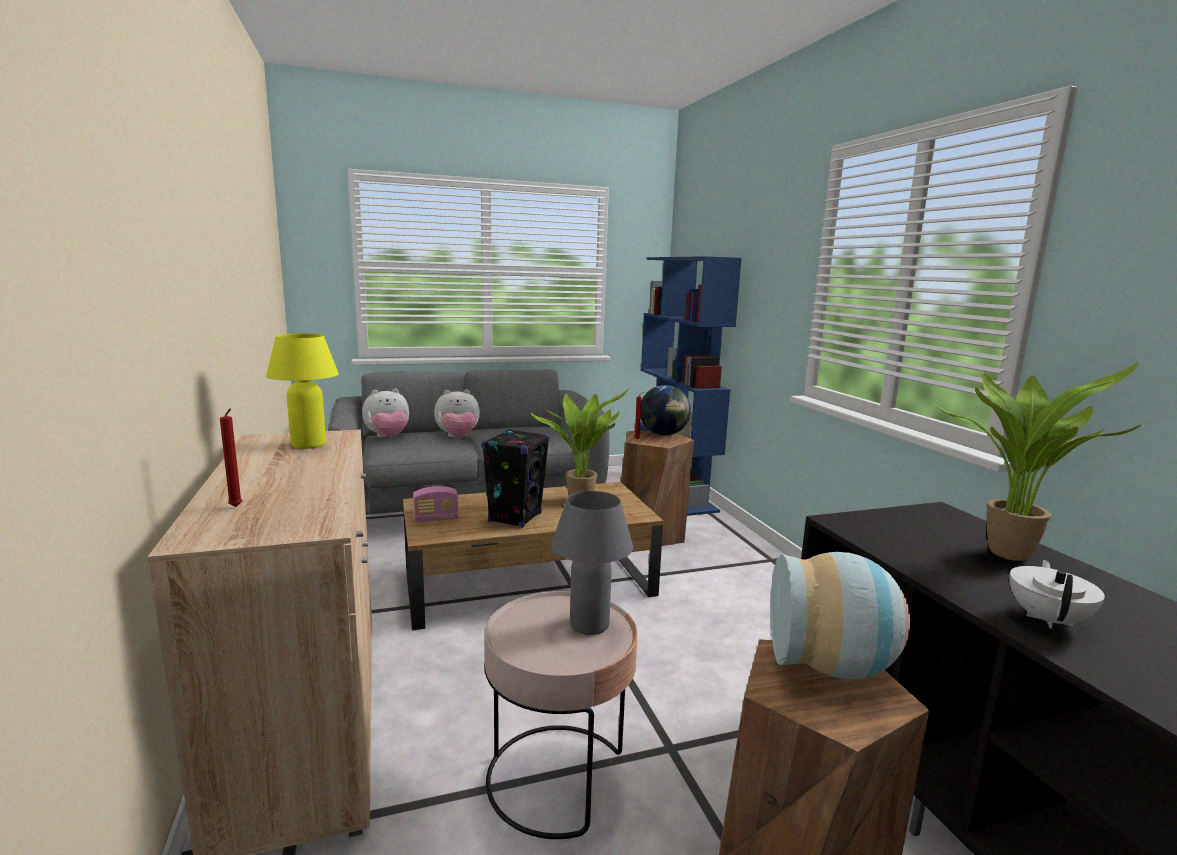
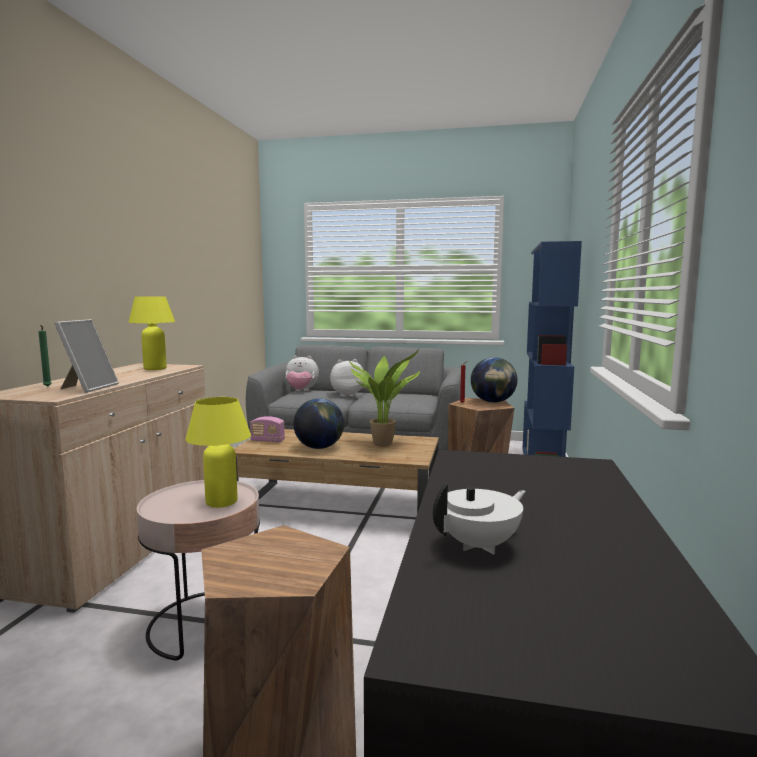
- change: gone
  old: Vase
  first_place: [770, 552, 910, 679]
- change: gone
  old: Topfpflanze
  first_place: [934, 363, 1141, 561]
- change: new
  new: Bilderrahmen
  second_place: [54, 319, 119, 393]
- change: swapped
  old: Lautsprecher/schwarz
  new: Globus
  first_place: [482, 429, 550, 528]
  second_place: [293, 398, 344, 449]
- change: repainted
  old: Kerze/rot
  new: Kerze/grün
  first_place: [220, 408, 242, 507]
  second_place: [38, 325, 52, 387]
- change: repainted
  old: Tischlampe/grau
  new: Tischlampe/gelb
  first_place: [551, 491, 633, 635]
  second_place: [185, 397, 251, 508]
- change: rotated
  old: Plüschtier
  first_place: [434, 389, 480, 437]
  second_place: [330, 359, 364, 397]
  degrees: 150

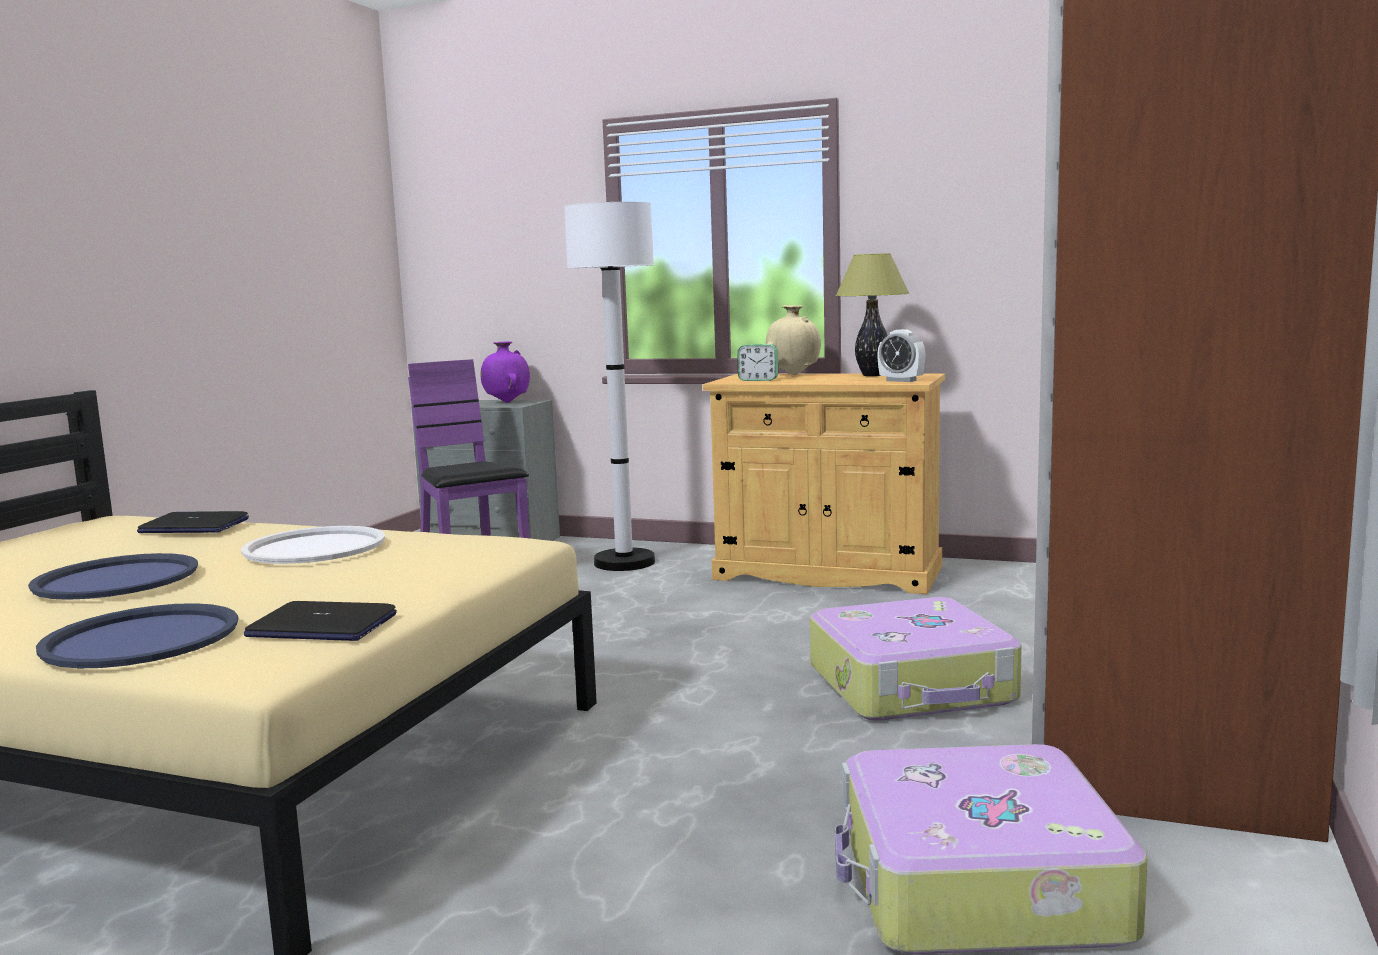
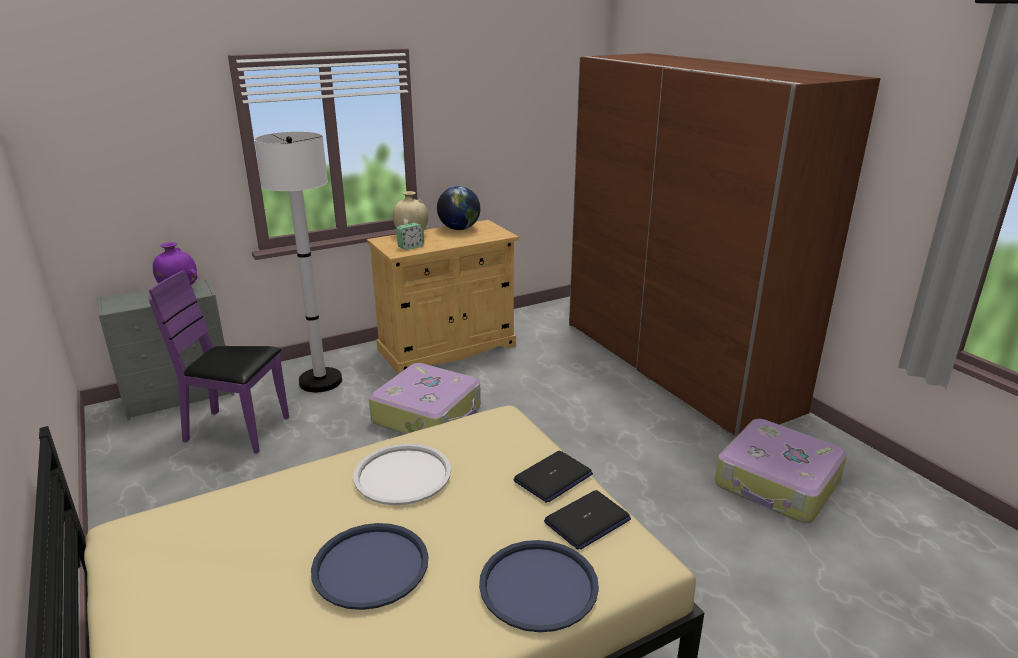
- change: gone
  old: Wecker
  first_place: [877, 329, 925, 382]
- change: shifted
  old: Laptop
  first_place: [137, 511, 249, 533]
  second_place: [513, 451, 593, 503]
- change: shifted
  old: Koffer
  first_place: [810, 597, 1022, 721]
  second_place: [369, 363, 481, 434]
- change: swapped
  old: Tischlampe
  new: Globus
  first_place: [836, 253, 910, 376]
  second_place: [437, 186, 480, 230]

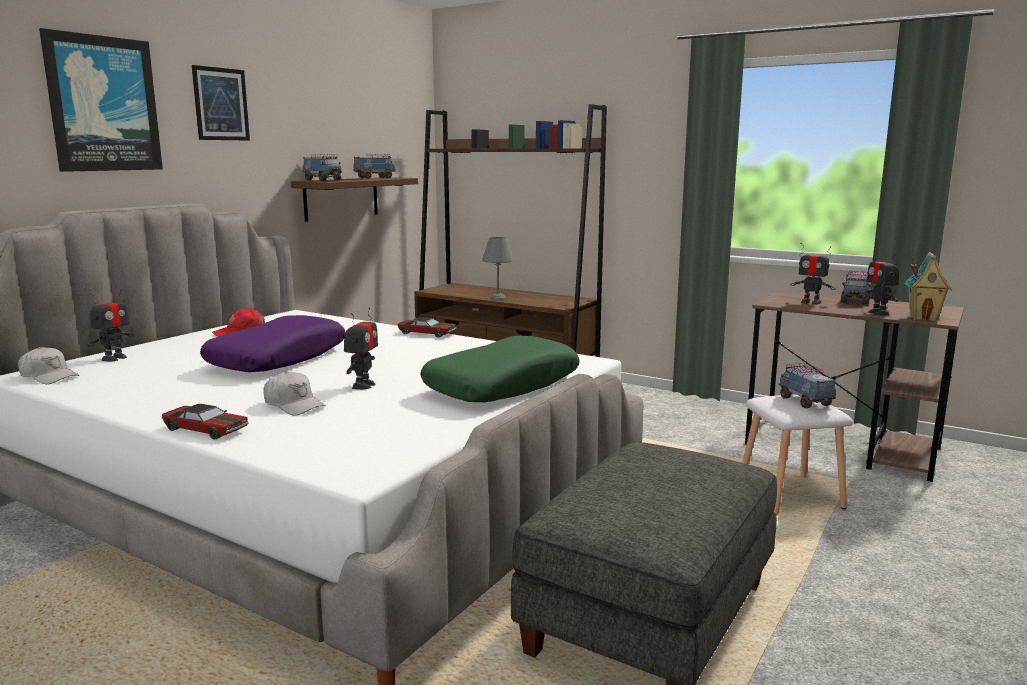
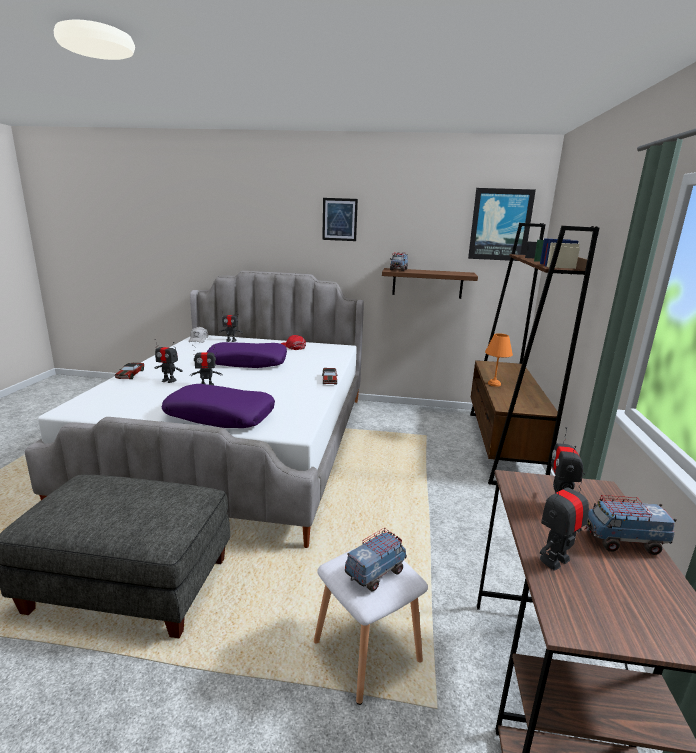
- change: gone
  old: Spielzeuglaster
  first_place: [353, 154, 396, 179]
- change: gone
  old: Spielzeughaus
  first_place: [904, 252, 952, 321]
- change: shifted
  old: Bild
  first_place: [39, 28, 163, 172]
  second_place: [468, 188, 536, 261]
- change: swapped
  old: Kappe/weiß
  new: Spielzeugroboter
  first_place: [263, 371, 326, 416]
  second_place: [155, 339, 183, 383]
- change: repainted
  old: Kissen/grün
  new: Kissen/lila
  first_place: [420, 336, 579, 402]
  second_place: [162, 384, 275, 428]
- change: repainted
  old: Tischlampe/grau
  new: Tischlampe/orange
  first_place: [482, 237, 514, 301]
  second_place: [485, 333, 513, 387]

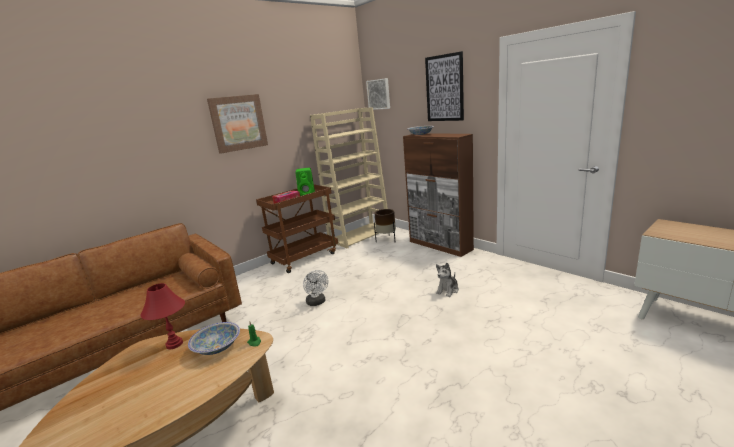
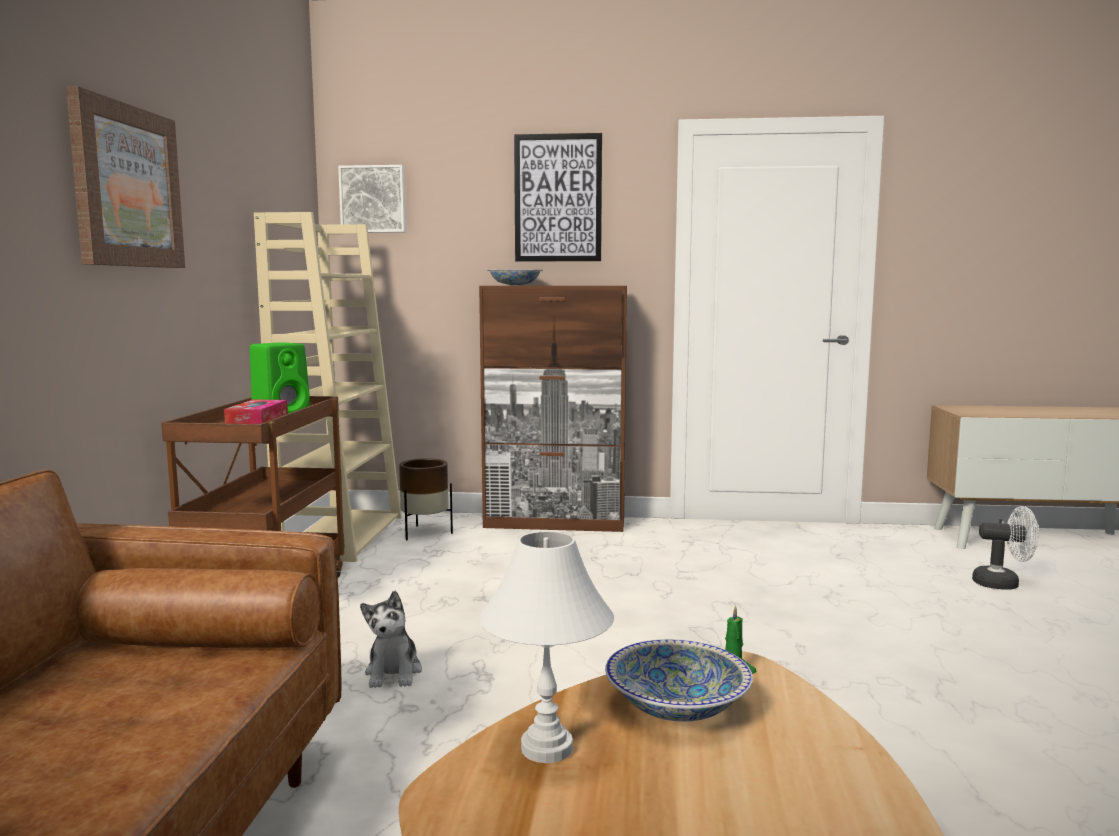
- change: shifted
  old: Ventilator/weiß
  first_place: [303, 270, 328, 306]
  second_place: [972, 506, 1039, 590]
- change: shifted
  old: Plüschtier
  first_place: [436, 263, 459, 297]
  second_place: [360, 591, 422, 688]
- change: repainted
  old: Tischlampe/rot
  new: Tischlampe/weiß
  first_place: [140, 283, 185, 349]
  second_place: [479, 532, 614, 763]

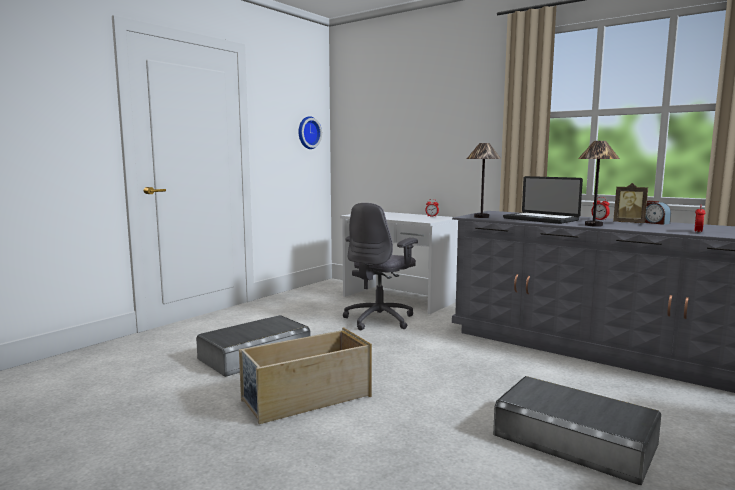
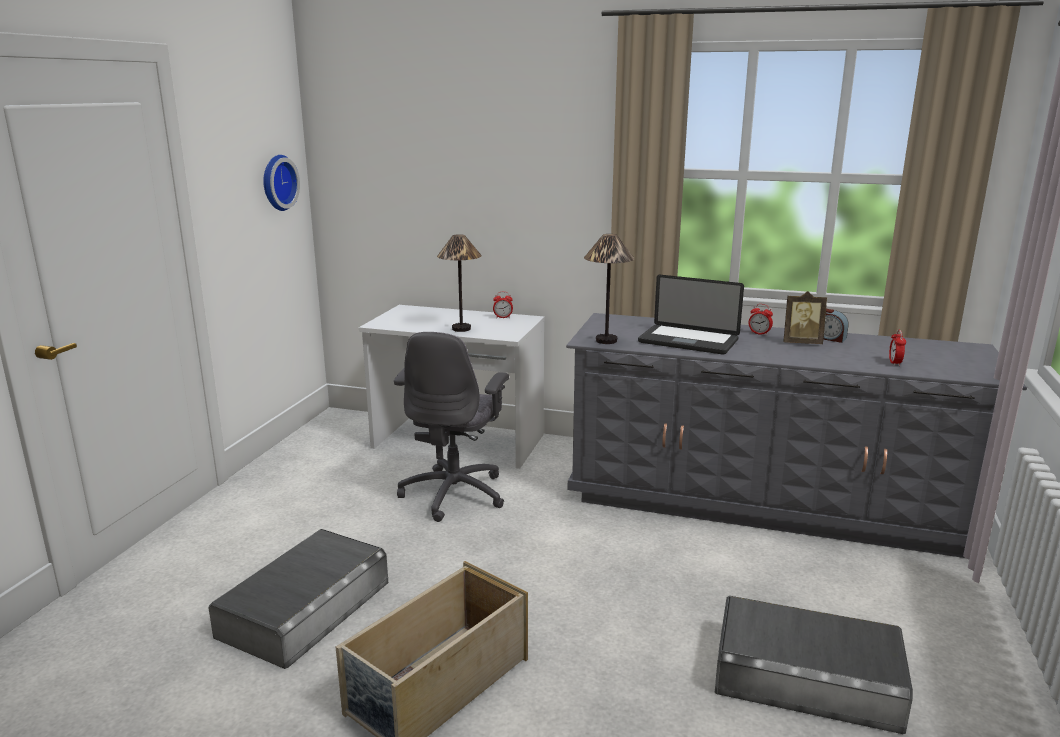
- change: shifted
  old: Tischlampe
  first_place: [578, 141, 620, 227]
  second_place: [437, 234, 482, 332]

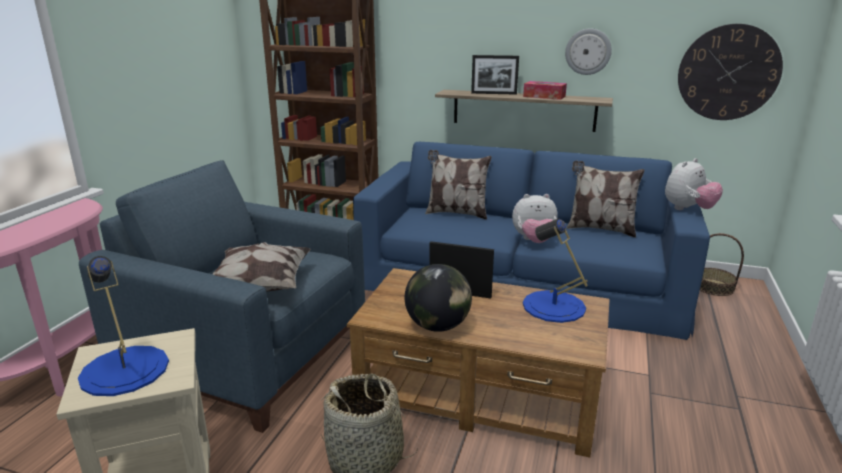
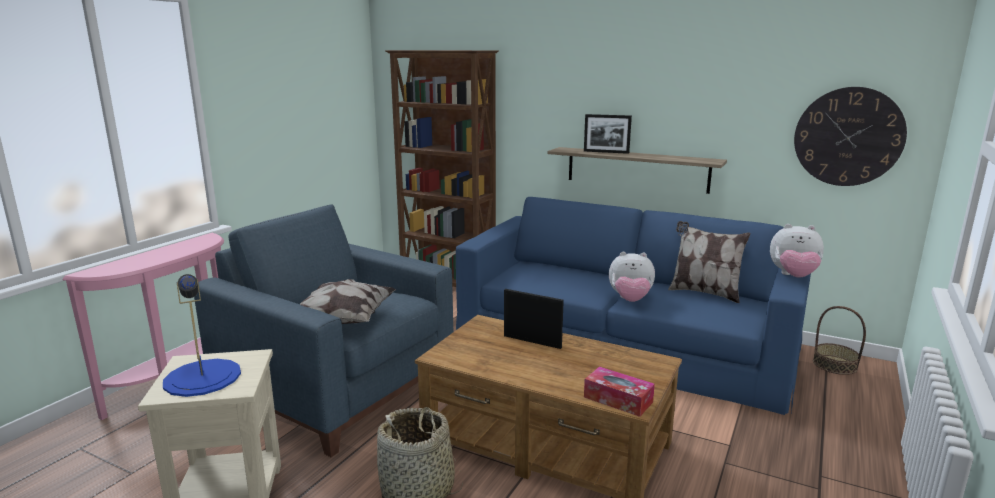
- change: gone
  old: Globus
  first_place: [405, 264, 472, 332]
- change: gone
  old: Kissen
  first_place: [425, 150, 492, 220]
- change: gone
  old: Tischlampe/blau
  first_place: [523, 218, 588, 323]
- change: gone
  old: Wanduhr
  first_place: [565, 28, 612, 75]
- change: shifted
  old: Taschentuchbox
  first_place: [523, 81, 567, 100]
  second_place: [584, 367, 655, 417]
- change: rotated
  old: Plüschtier
  first_place: [665, 158, 723, 210]
  second_place: [770, 224, 824, 278]
  degrees: 45

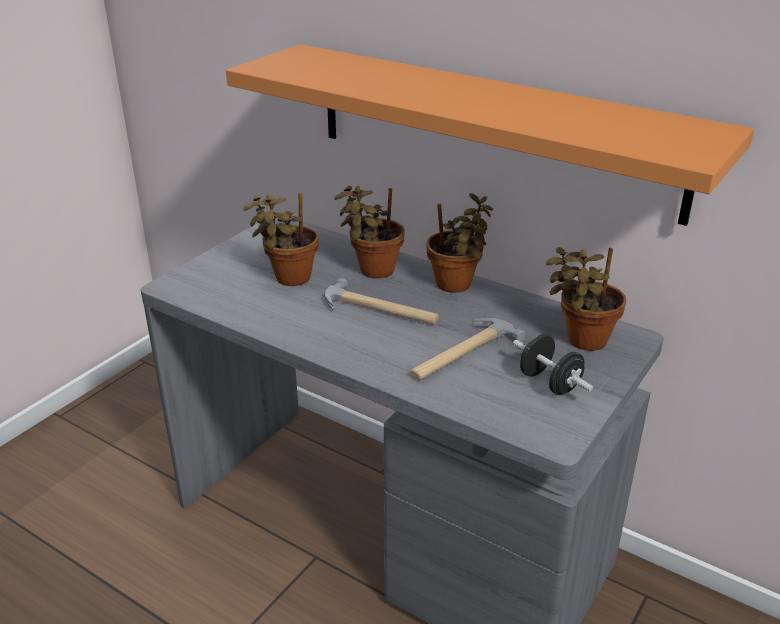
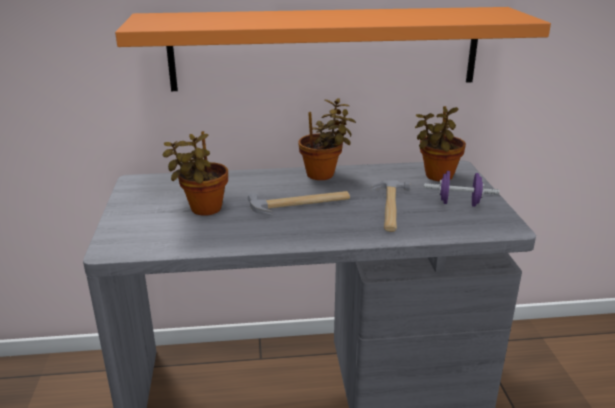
- change: gone
  old: Topfpflanze
  first_place: [335, 186, 405, 279]
- change: repainted
  old: Hantel/schwarz
  new: Hantel/lila
  first_place: [513, 334, 593, 395]
  second_place: [424, 171, 499, 207]

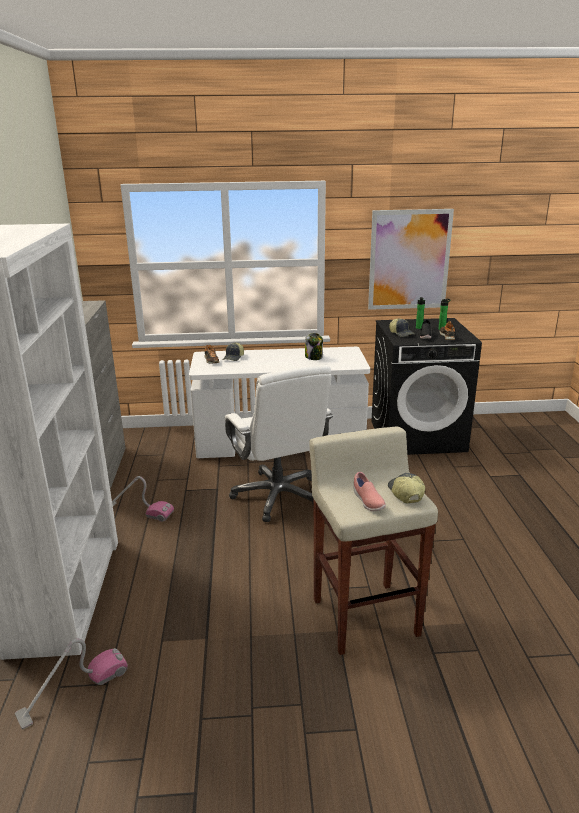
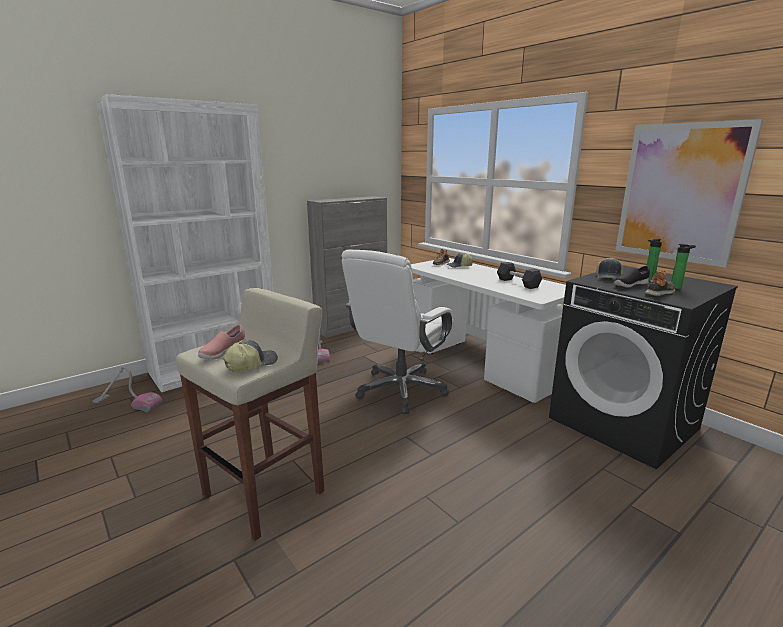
- change: swapped
  old: Vorratsglas
  new: Hantel/schwarz
  first_place: [305, 333, 323, 360]
  second_place: [497, 262, 542, 289]

